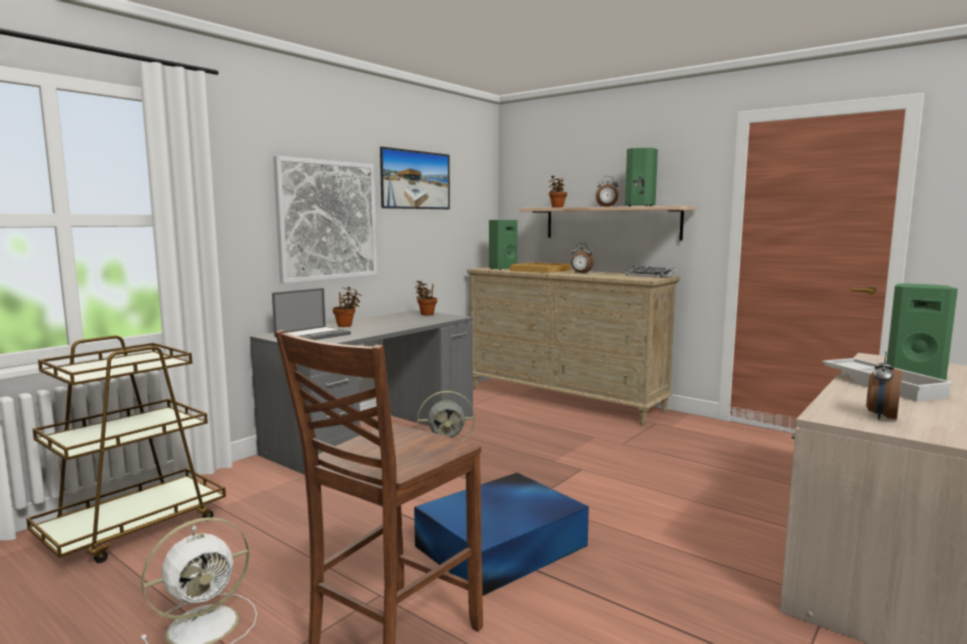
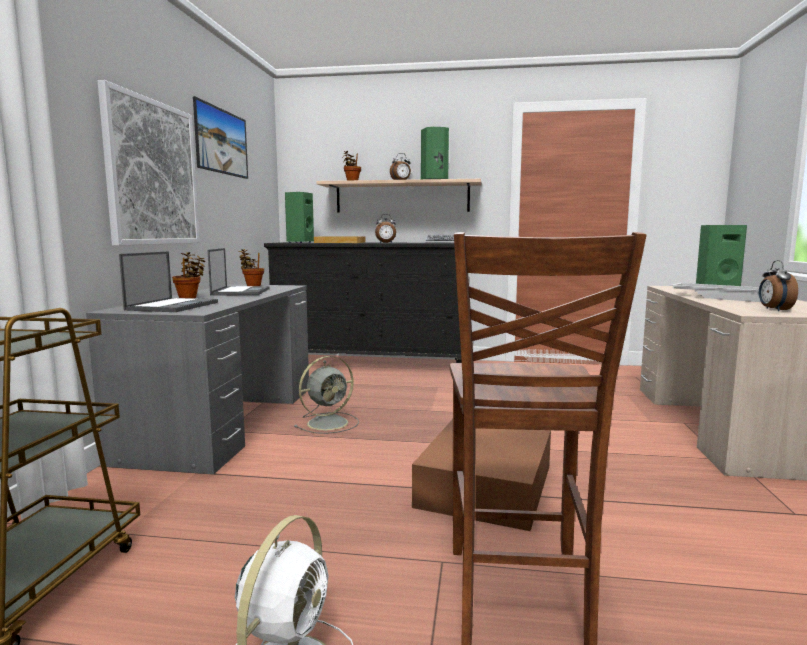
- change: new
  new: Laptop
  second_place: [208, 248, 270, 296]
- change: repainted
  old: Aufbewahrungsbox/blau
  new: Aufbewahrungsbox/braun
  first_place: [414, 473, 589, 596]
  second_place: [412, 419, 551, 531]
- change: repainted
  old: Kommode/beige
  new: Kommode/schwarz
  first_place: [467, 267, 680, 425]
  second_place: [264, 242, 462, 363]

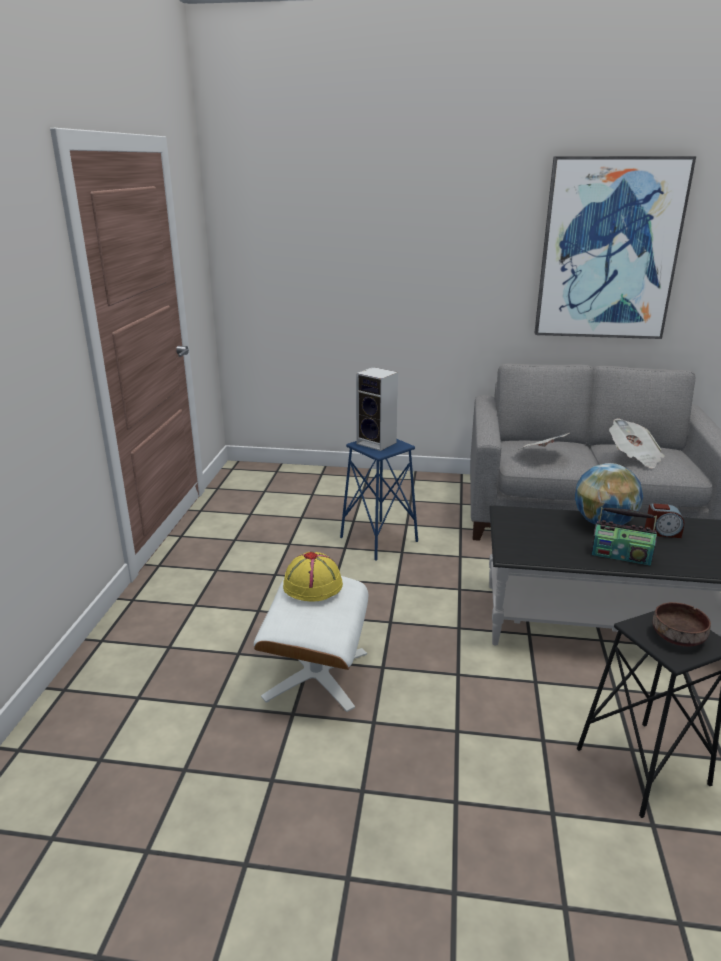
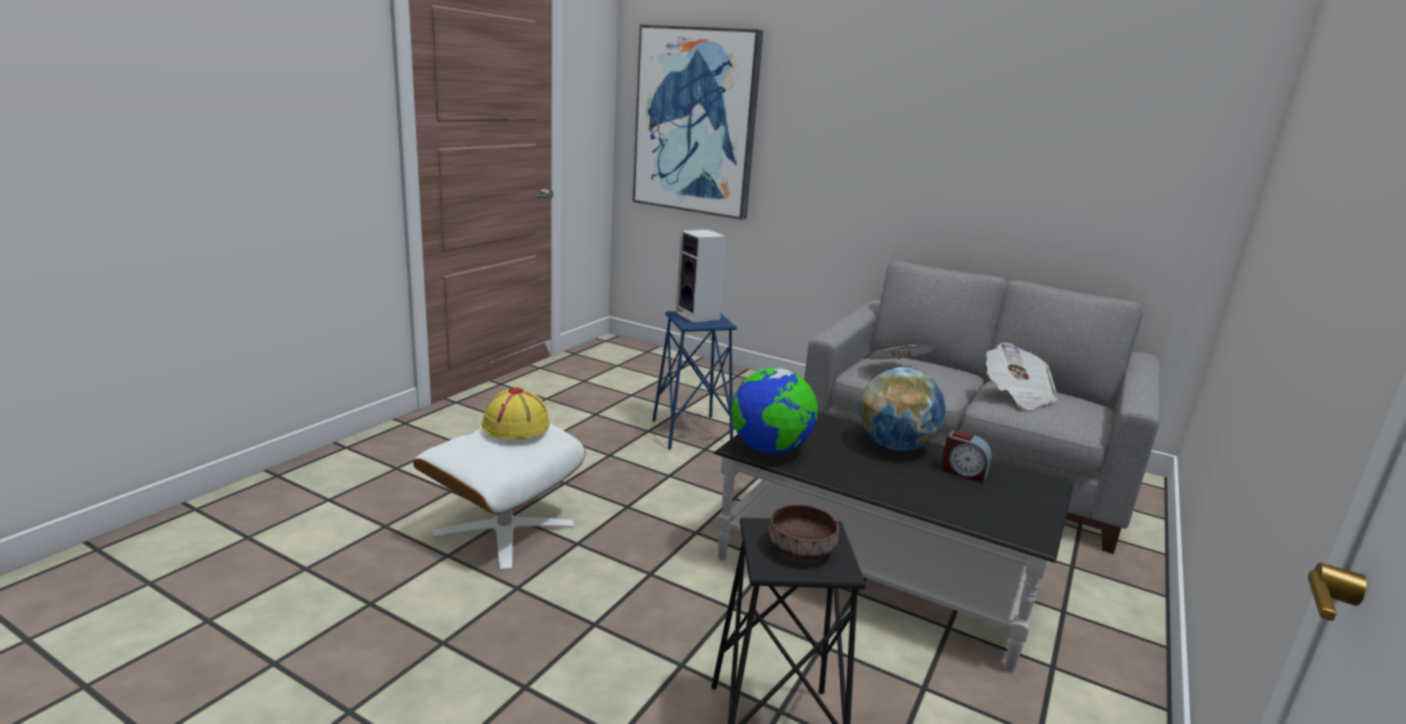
- change: gone
  old: Radio
  first_place: [591, 507, 657, 566]
- change: new
  new: Globus
  second_place: [731, 368, 818, 454]
- change: shifted
  old: Bild
  first_place: [534, 156, 696, 339]
  second_place: [633, 25, 763, 220]

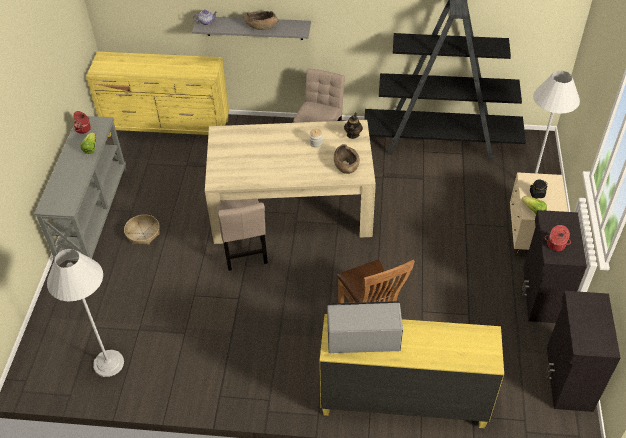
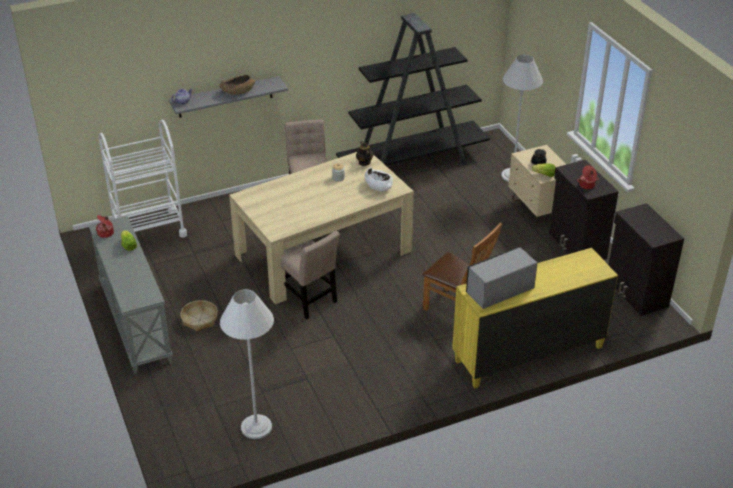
- change: swapped
  old: Kommode/gelb
  new: Rollwagen/weiß
  first_place: [86, 52, 229, 137]
  second_place: [98, 120, 187, 238]
- change: repainted
  old: Schüssel/braun
  new: Schüssel/weiß
  first_place: [334, 144, 360, 174]
  second_place: [365, 168, 393, 191]

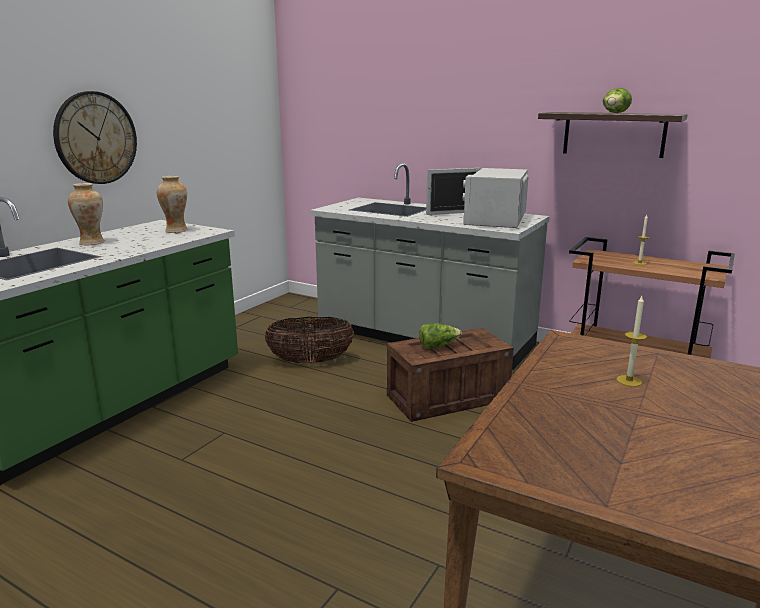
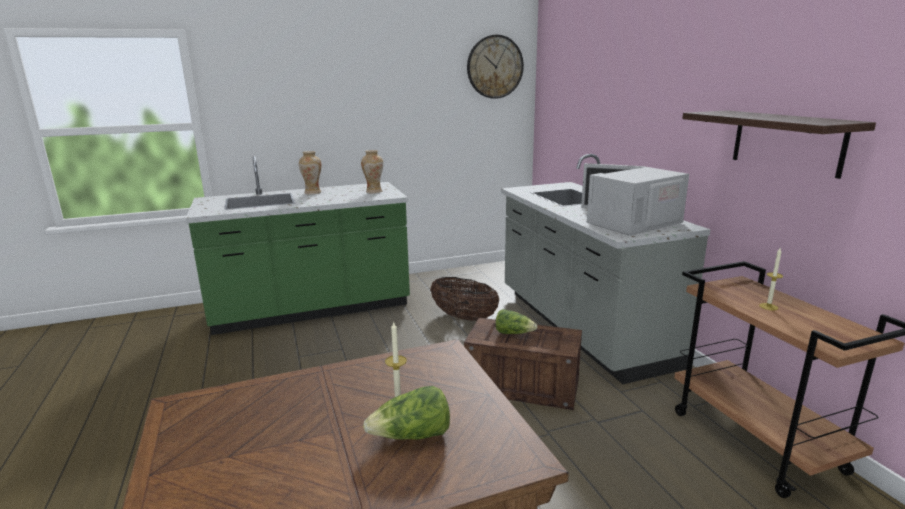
- change: shifted
  old: Wanduhr
  first_place: [53, 91, 137, 184]
  second_place: [467, 34, 524, 99]
- change: shifted
  old: Salatkopf
  first_place: [603, 88, 632, 113]
  second_place: [363, 386, 450, 440]

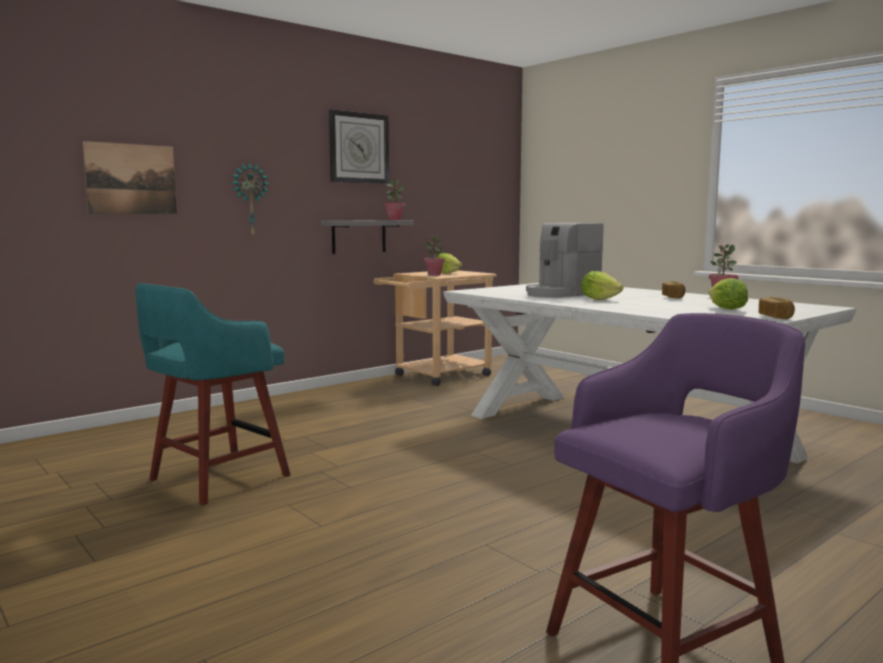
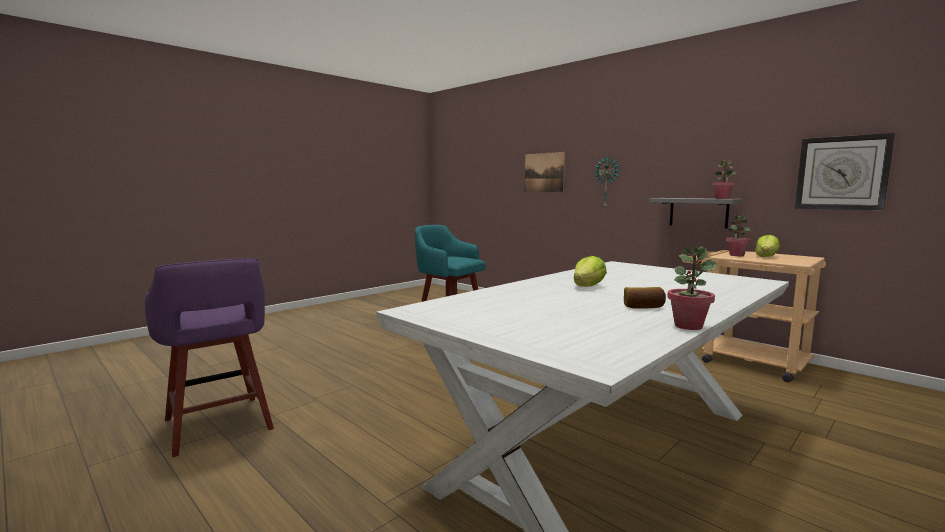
- change: gone
  old: Kaffeemaschine
  first_place: [526, 223, 603, 298]
- change: gone
  old: Salatkopf
  first_place: [708, 278, 748, 310]
- change: gone
  old: Brot
  first_place: [759, 297, 795, 319]
- change: shifted
  old: Wanduhr
  first_place: [329, 109, 389, 184]
  second_place: [795, 133, 895, 211]

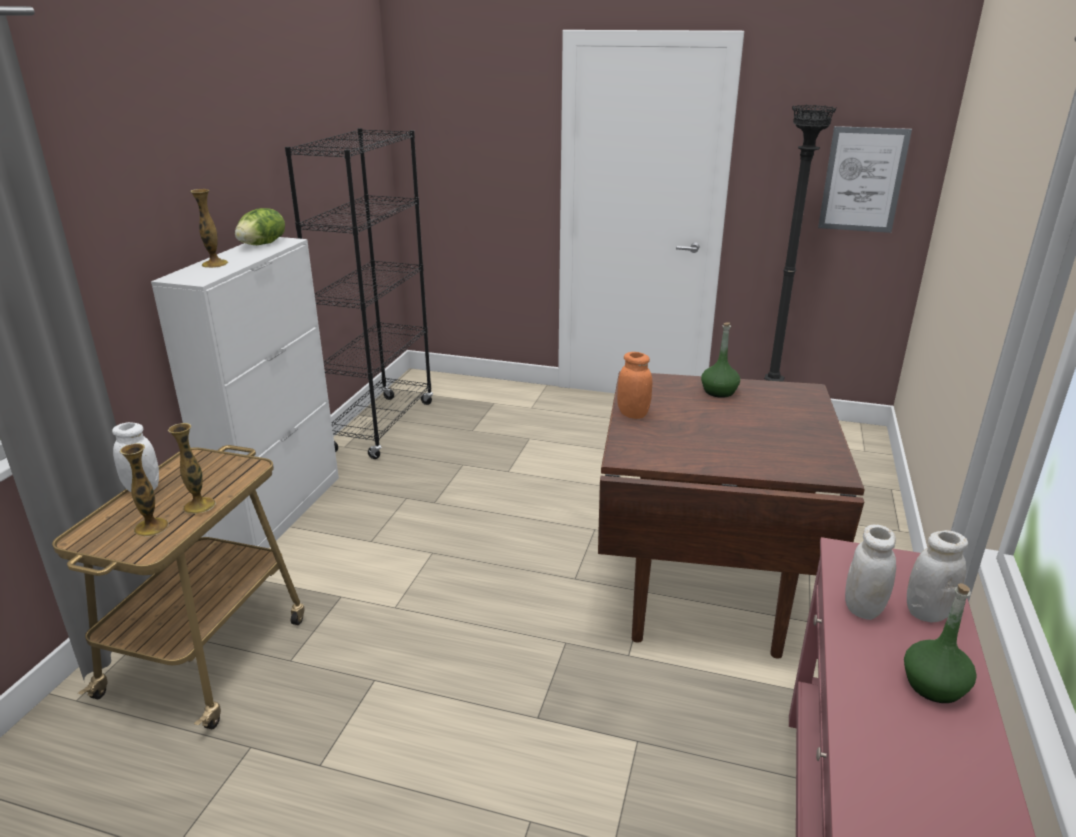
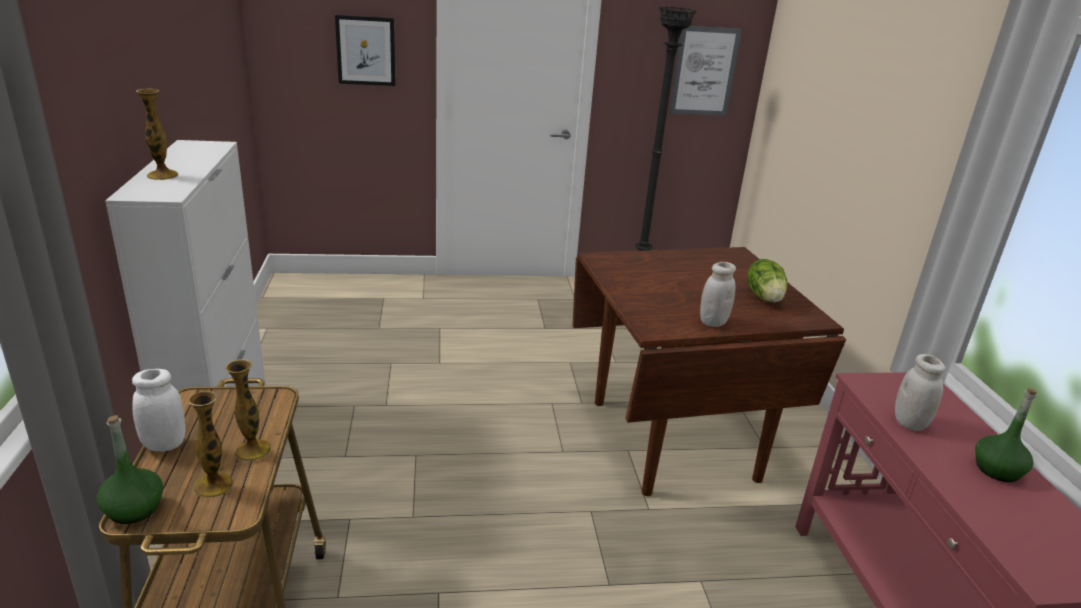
- change: gone
  old: Bücherregal/schwarz
  first_place: [285, 128, 433, 459]
- change: gone
  old: Vorratsglas/orange
  first_place: [617, 352, 652, 419]
- change: new
  new: Bild
  second_place: [335, 15, 395, 86]
- change: shifted
  old: Salatkopf
  first_place: [235, 208, 285, 245]
  second_place: [747, 259, 787, 303]
- change: shifted
  old: Flasche/grün
  first_place: [701, 322, 740, 398]
  second_place: [97, 415, 163, 524]
- change: shifted
  old: Vorratsglas/weiß
  first_place: [907, 530, 968, 622]
  second_place: [700, 262, 736, 327]

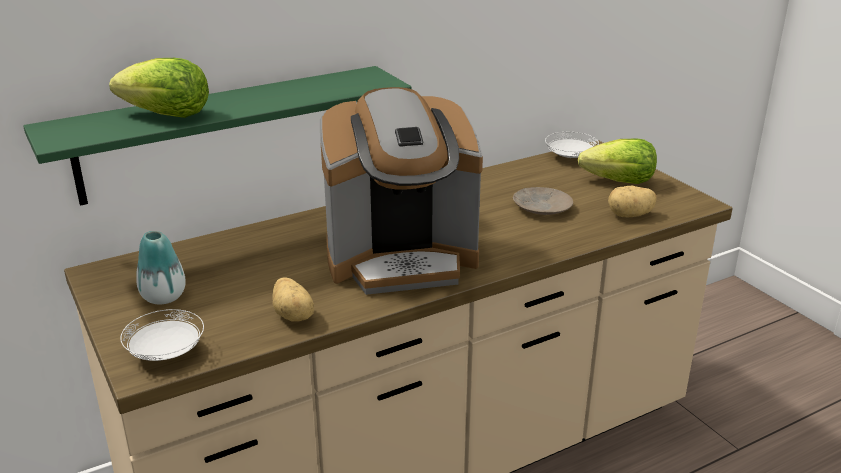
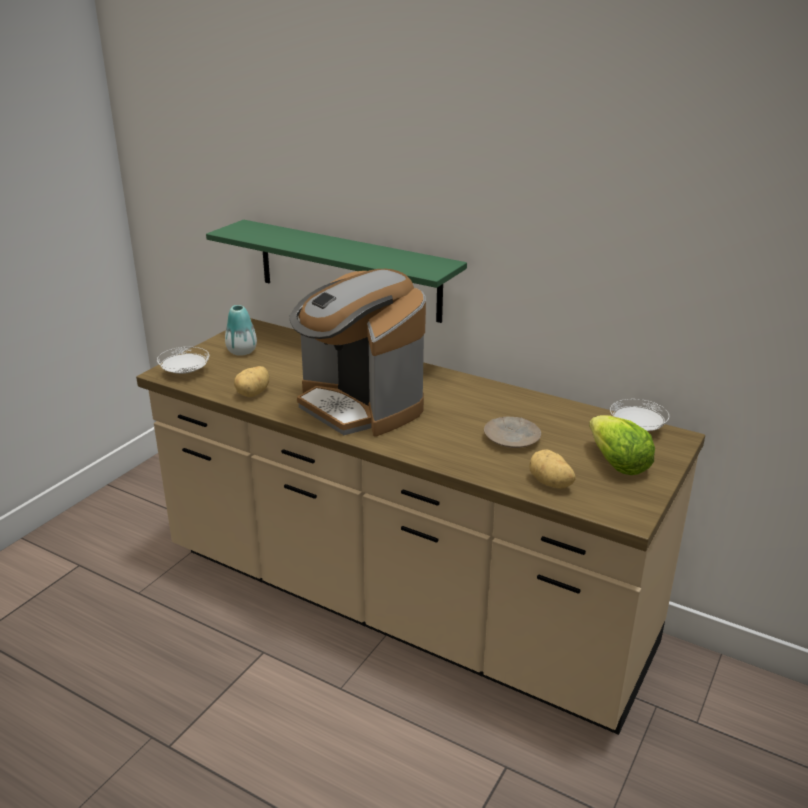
- change: gone
  old: Salatkopf
  first_place: [109, 58, 209, 118]

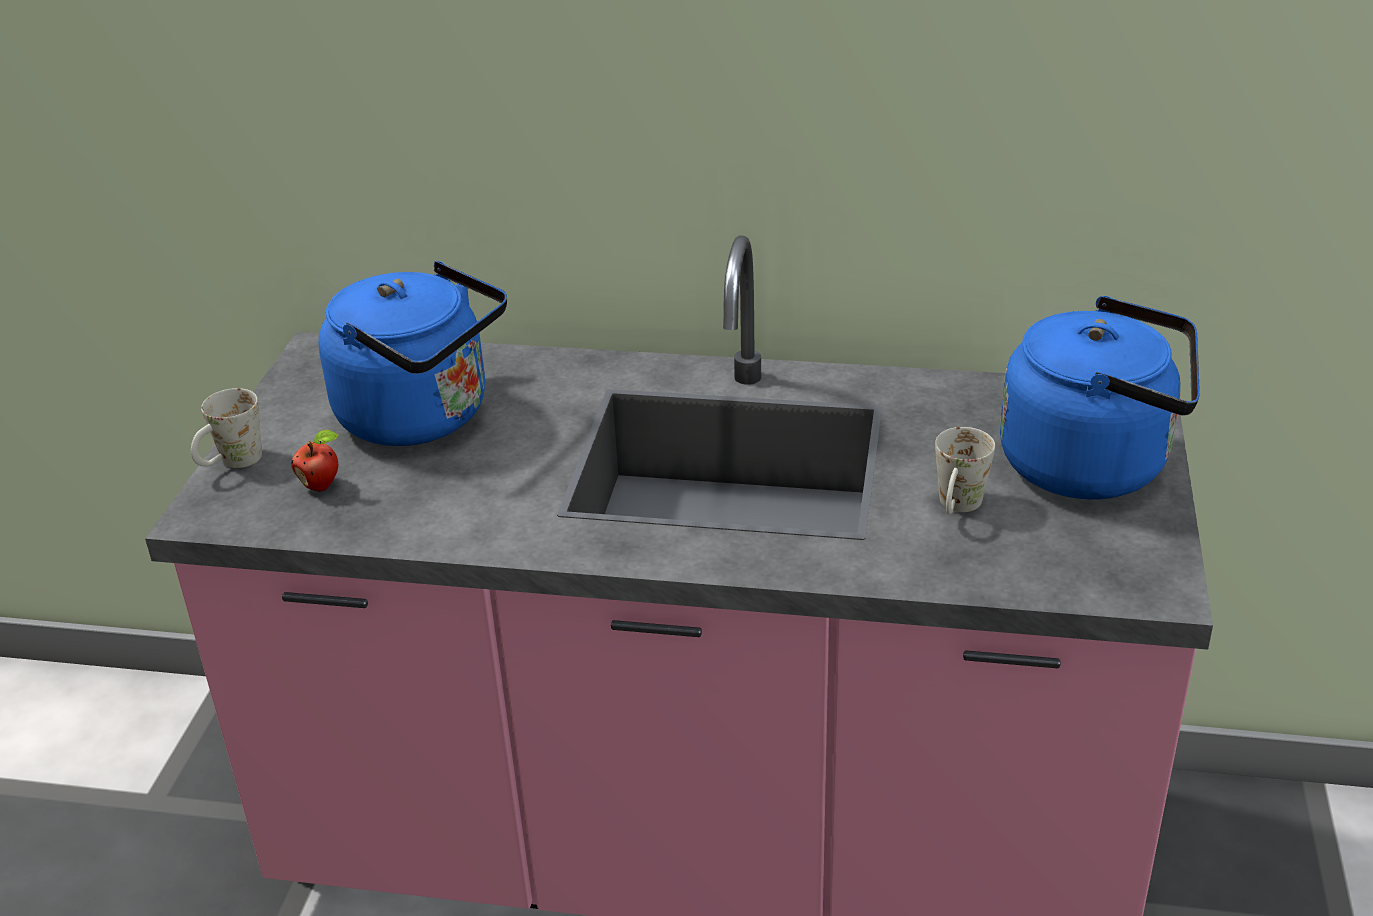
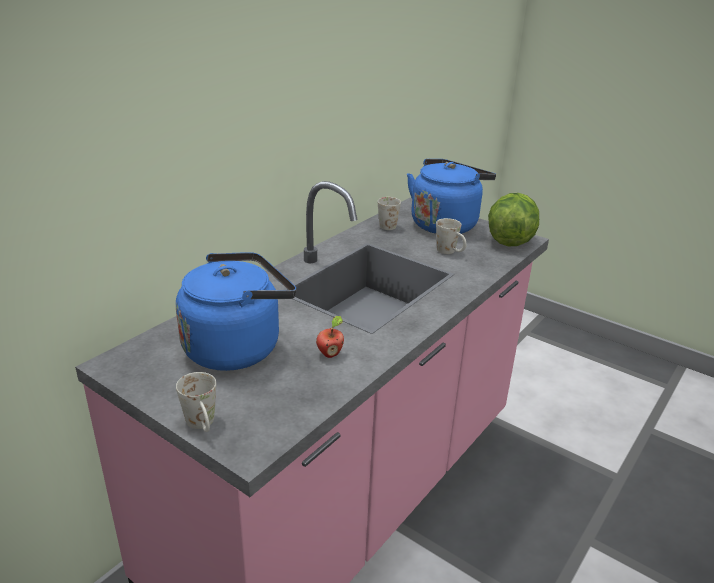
- change: new
  new: Henkelbecher/weiß
  second_place: [378, 197, 401, 230]
- change: new
  new: Salatkopf
  second_place: [488, 193, 539, 246]
- change: shifted
  old: Apfel
  first_place: [291, 430, 339, 491]
  second_place: [316, 316, 344, 358]

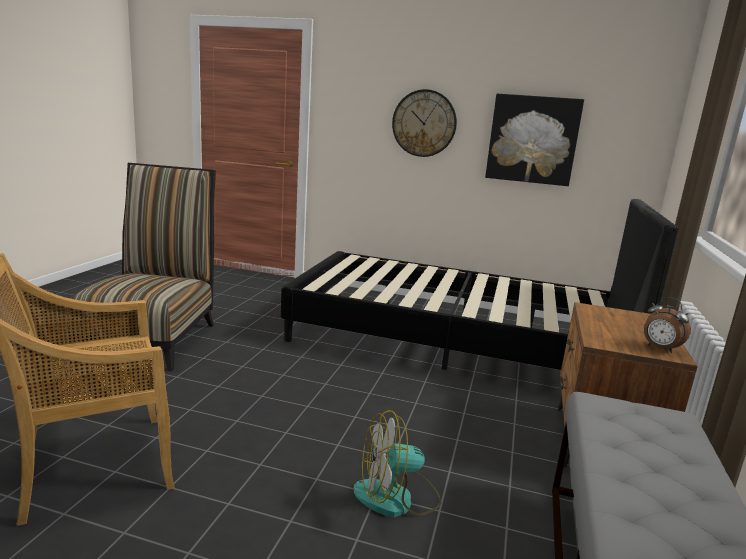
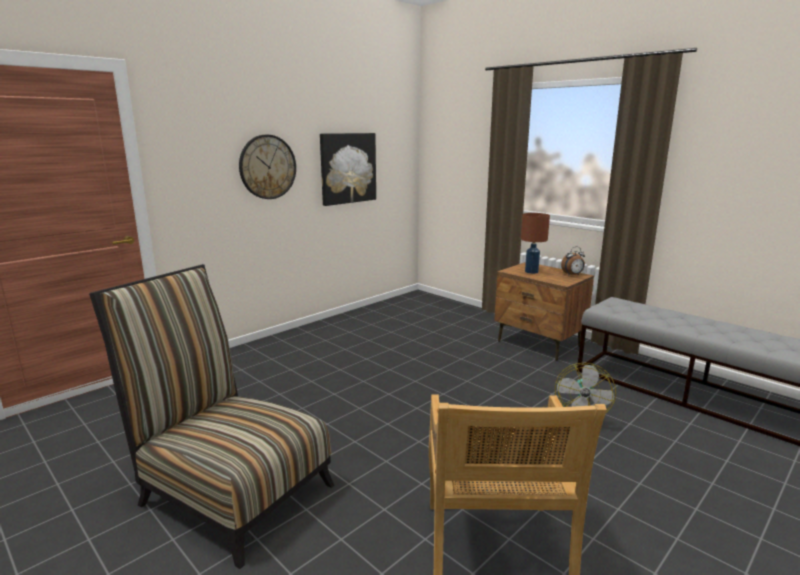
- change: gone
  old: Bett/schwarz
  first_place: [281, 199, 679, 370]
- change: new
  new: Tischlampe/braun
  second_place: [521, 213, 550, 274]

